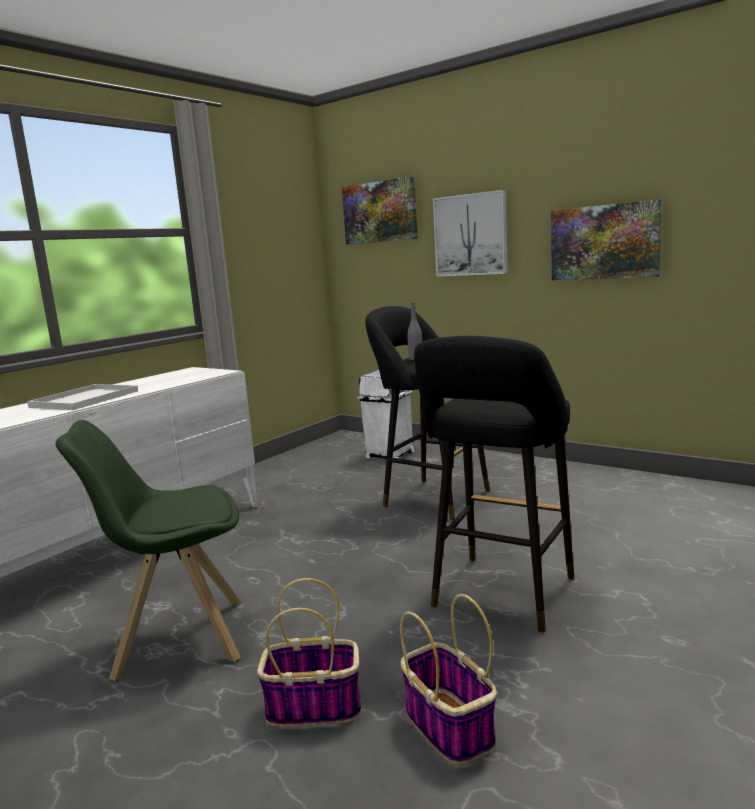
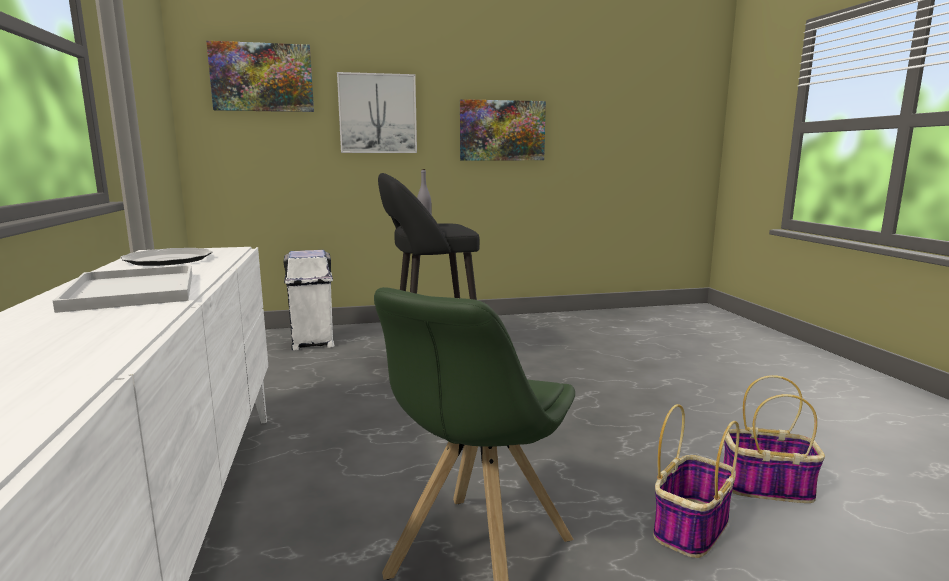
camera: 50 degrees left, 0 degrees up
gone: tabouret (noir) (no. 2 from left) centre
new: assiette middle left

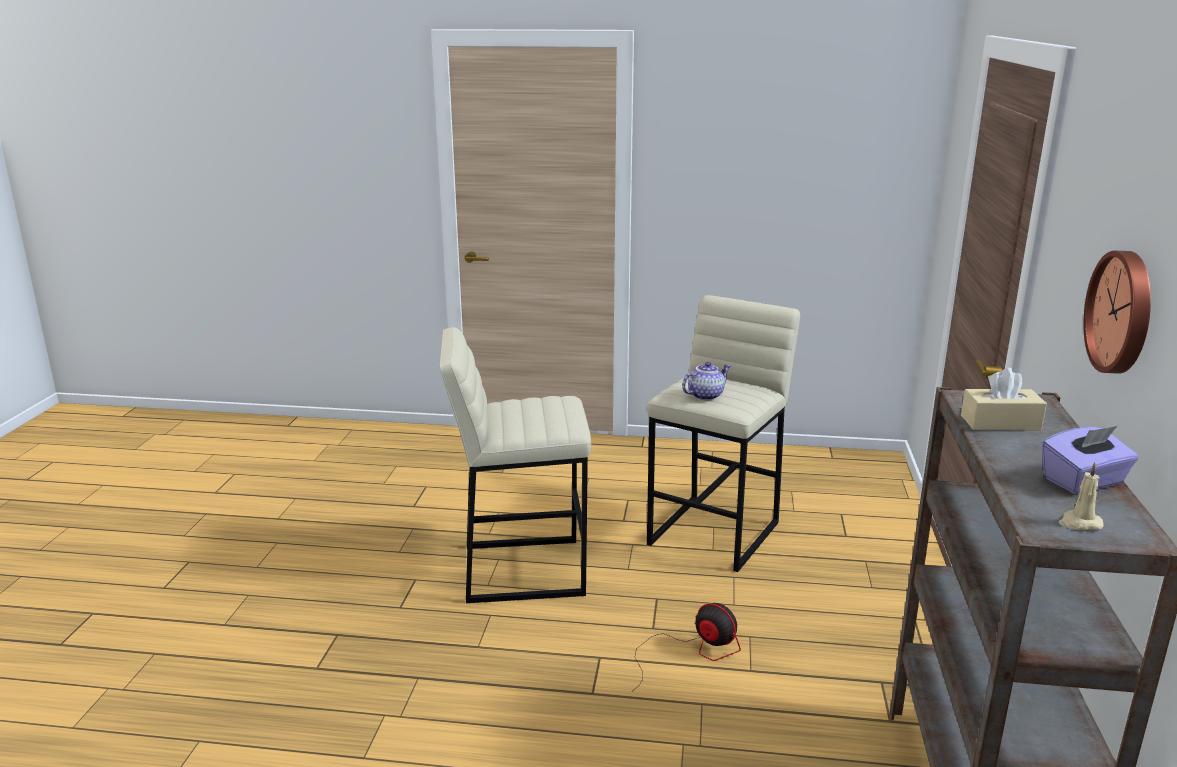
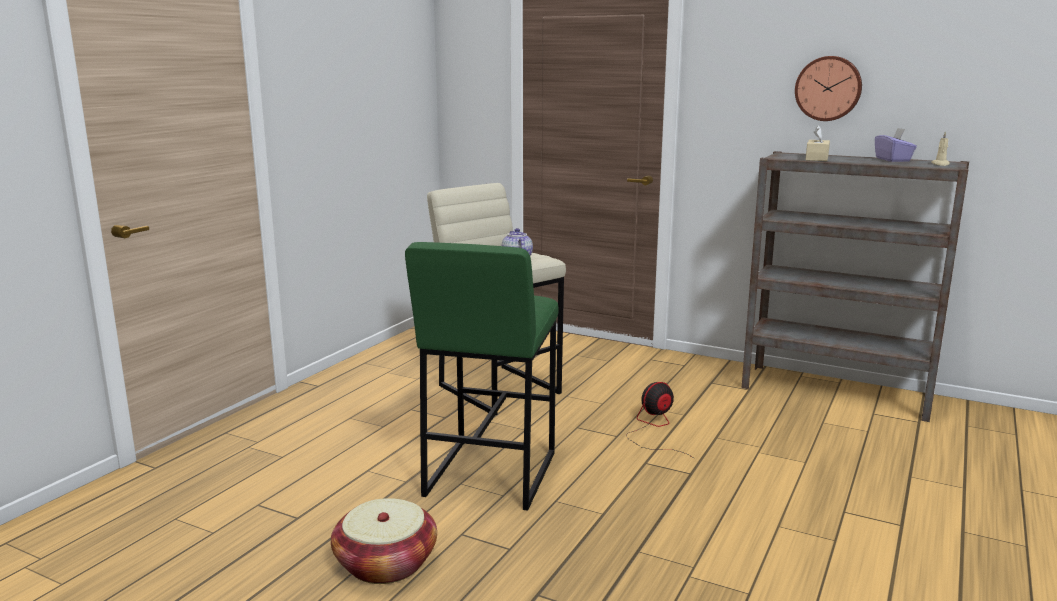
camera: 70 degrees left, 5 degrees down
new: panier bottom centre
repainted: tabouret (beige) (no. 1 from left) centre to tabouret (vert) centre

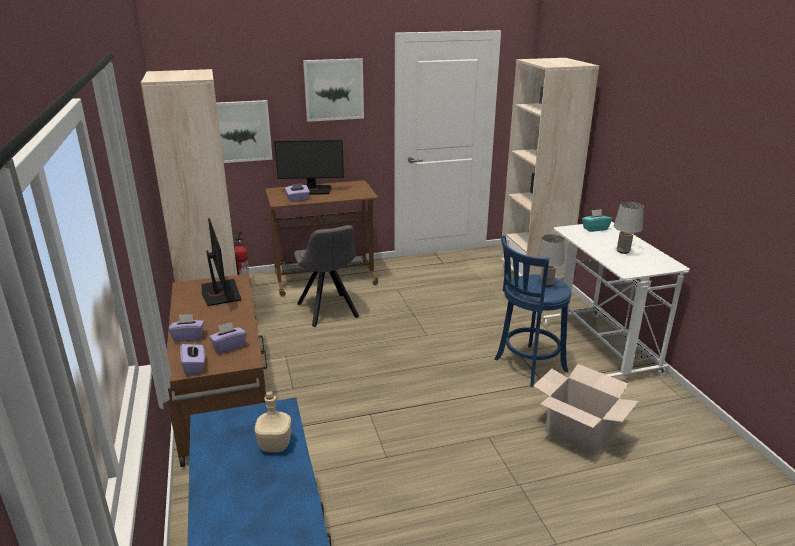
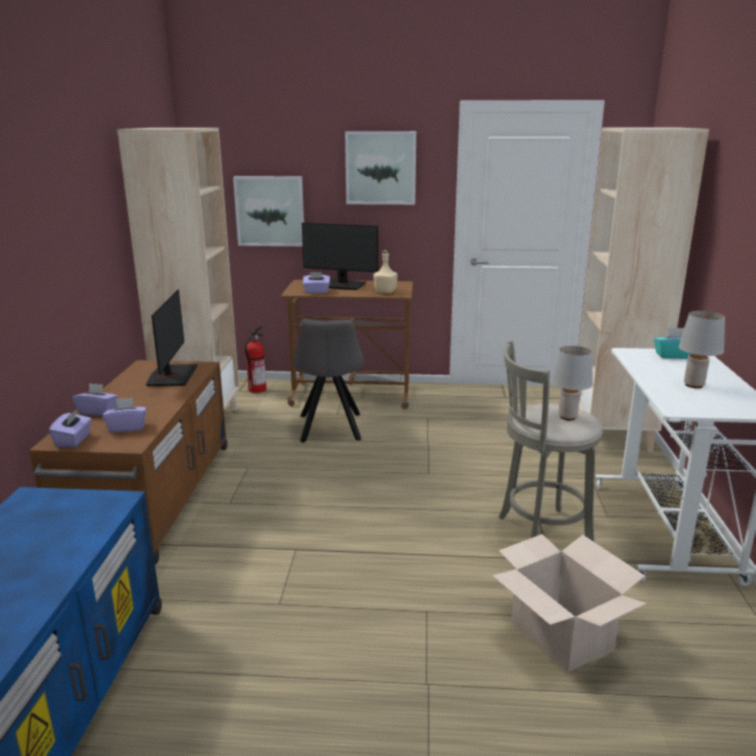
camera: 20 degrees right, 5 degrees down
shifted: bouteille (beige) bottom centre to centre
repainted: tabouret (bleu) middle right to tabouret (gris) middle right

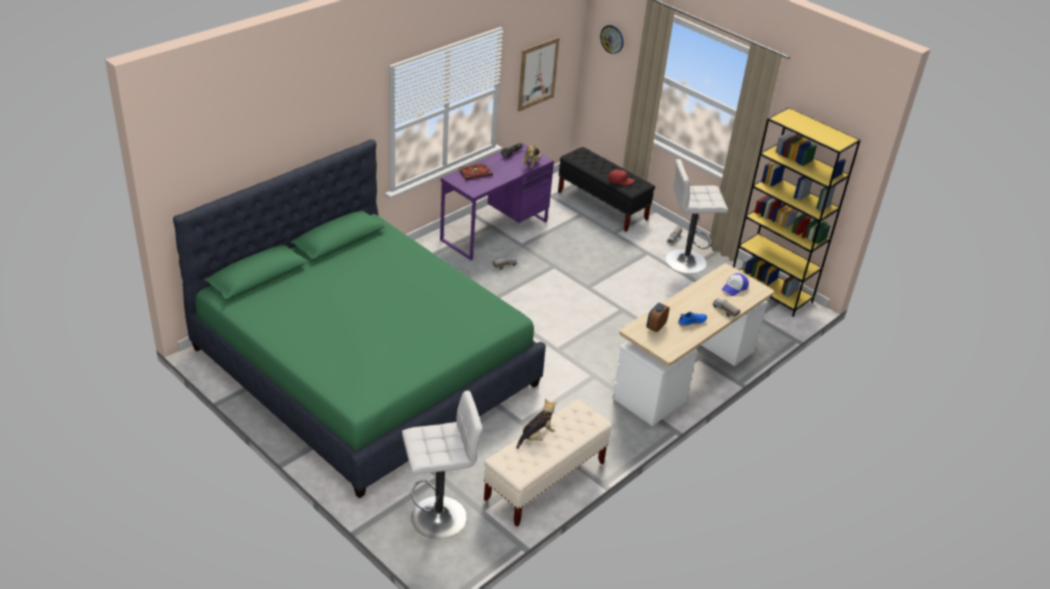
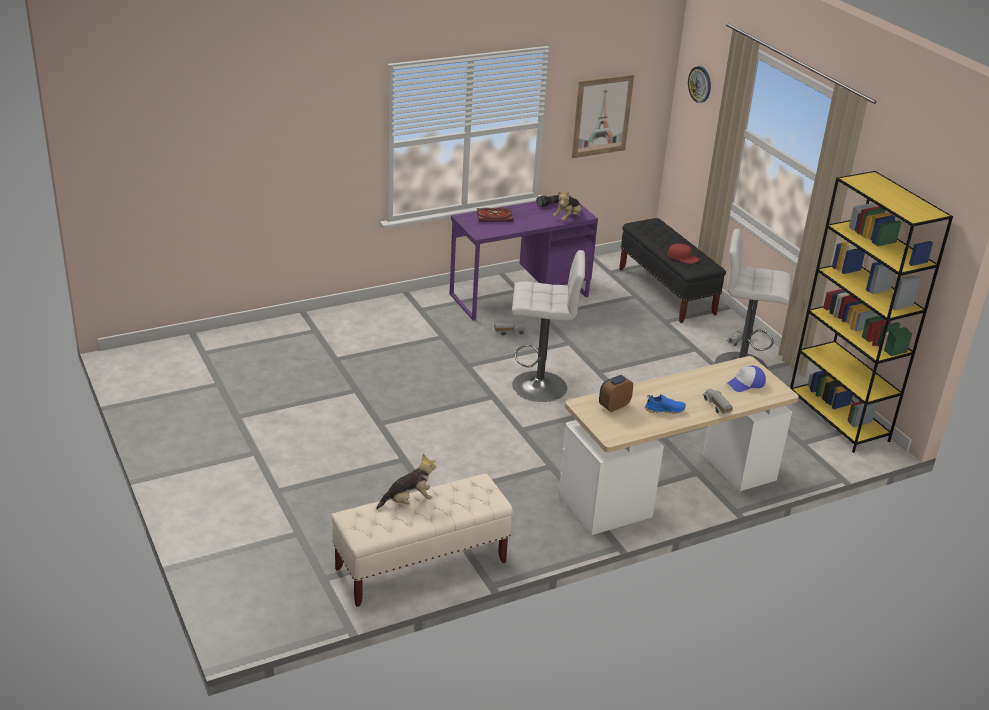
camera: 20 degrees right, 5 degrees down
gone: lit (vert) centre
shifted: tabouret (blanc) (no. 1 from left) bottom centre to centre

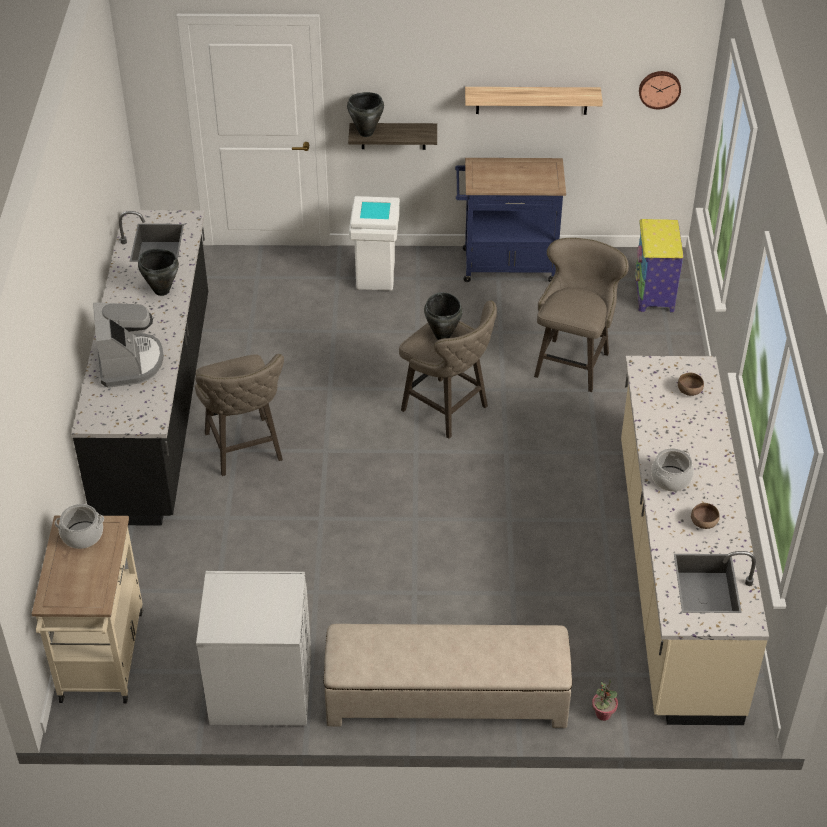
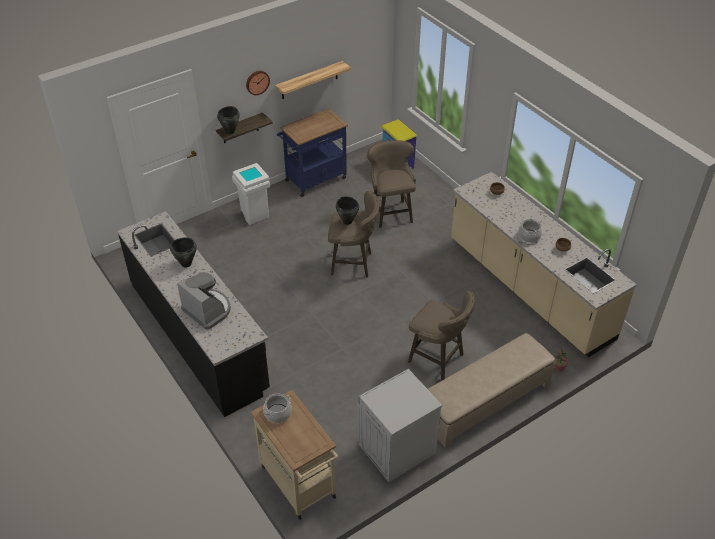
camera: 35 degrees left, 0 degrees up
shifted: tabouret (beige) (no. 1 from left in the first image) middle left to tabouret (beige) (no. 3 from left) centre; horloge murale top right to top centre

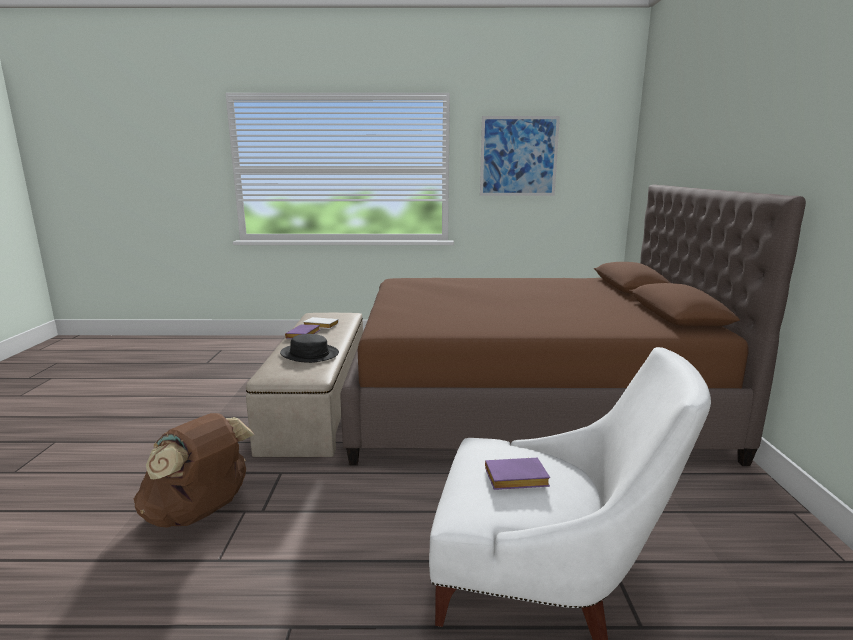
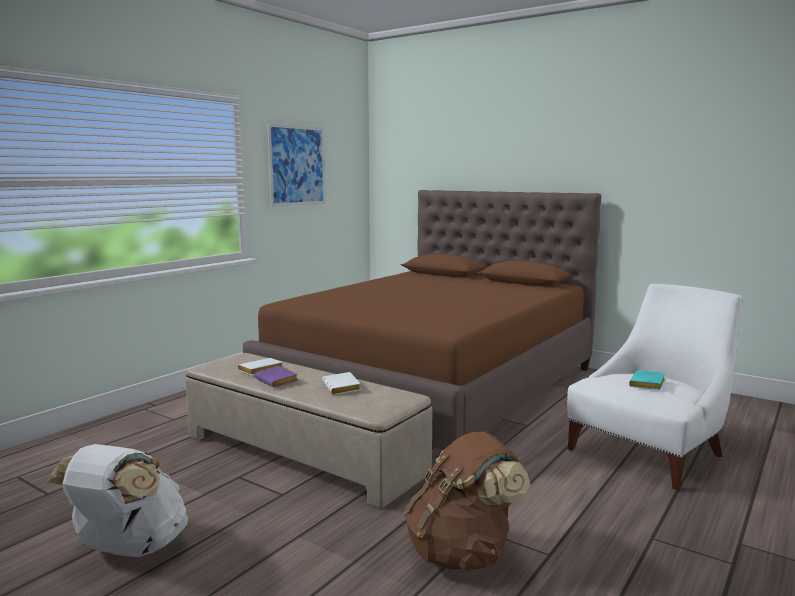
camera: 55 degrees left, 5 degrees down
new: sac à dos (blanc) bottom left
swapped: chapeau (noir) centre to livre (blanc) (no. 2 from left) centre
repainted: livre (violet) (no. 2 from left) bottom centre to livre (turquoise) middle right

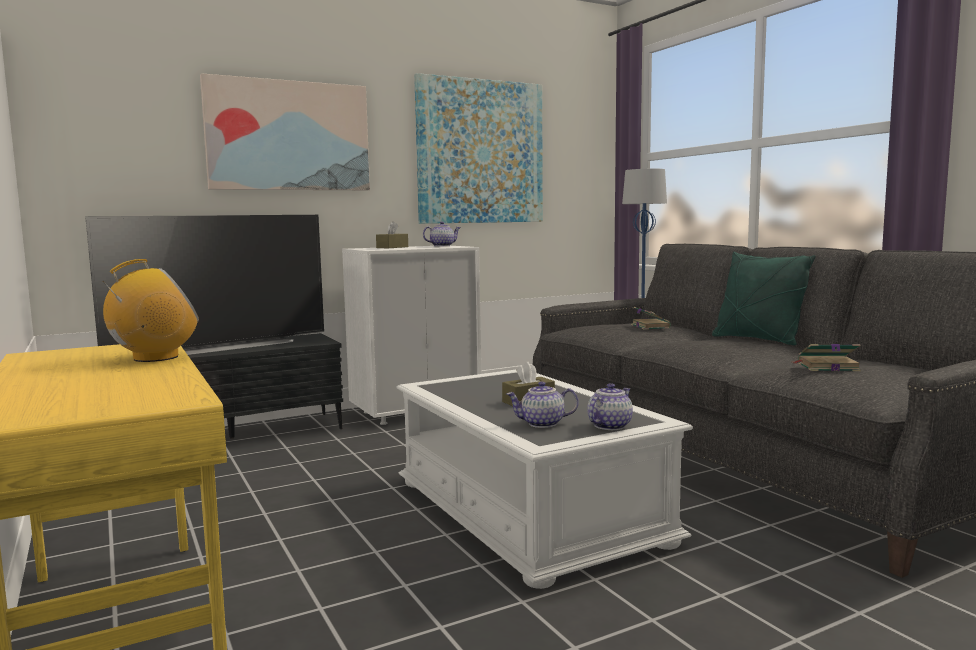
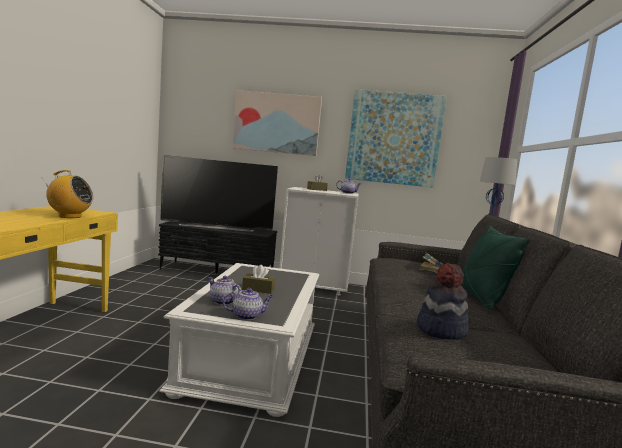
camera: 35 degrees right, 0 degrees up
swapped: livre (no. 2 from left) middle right to chapeau bottom right

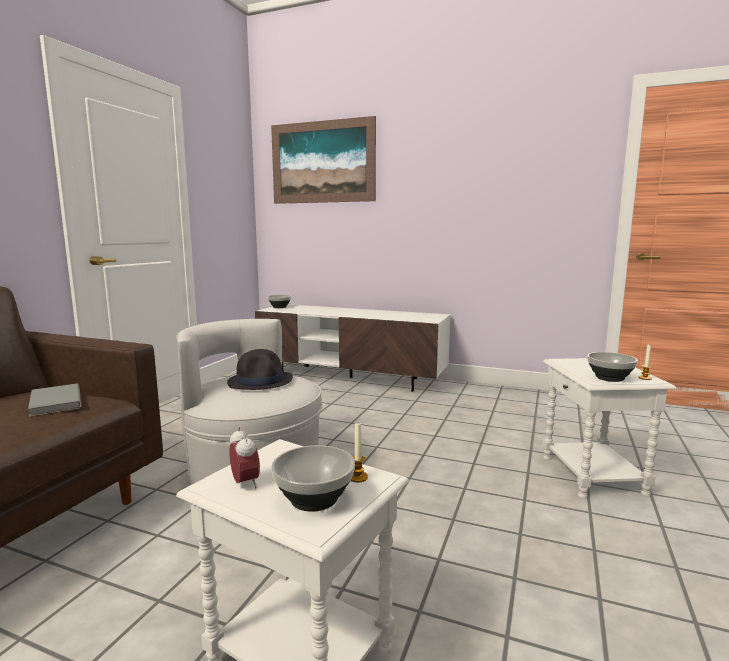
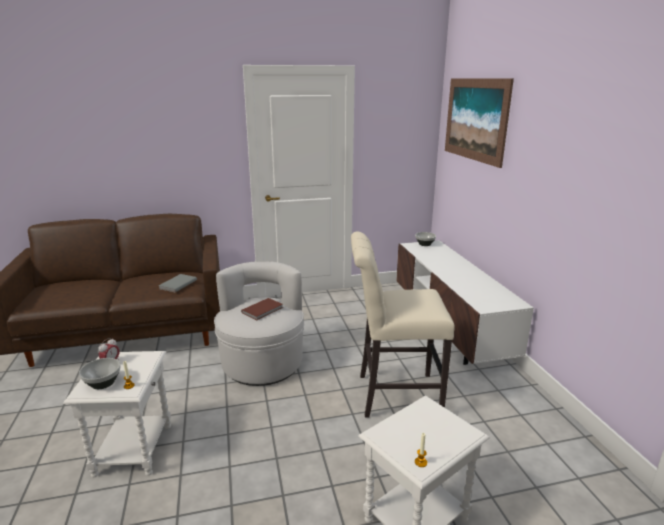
camera: 55 degrees right, 10 degrees up
gone: bol (no. 3 from left) middle right
new: tabouret (beige) centre
swapped: chapeau (noir) centre to livre (marron) centre

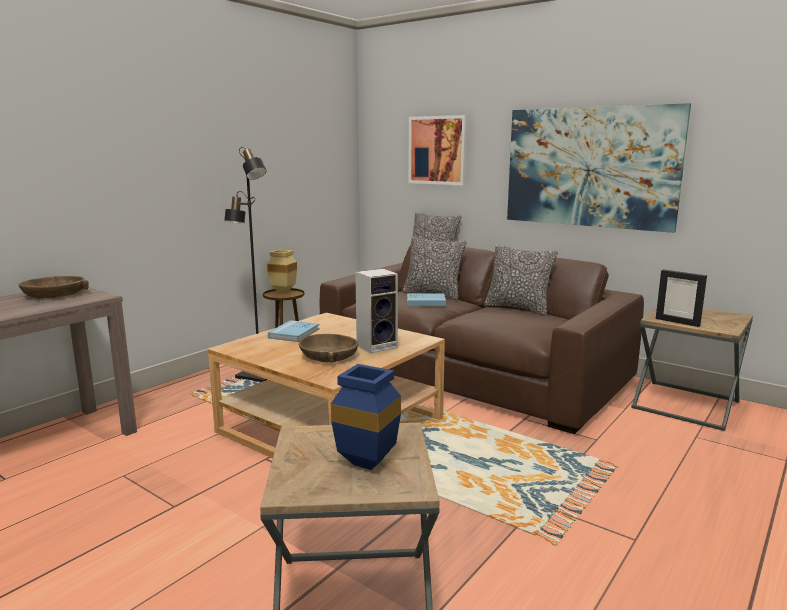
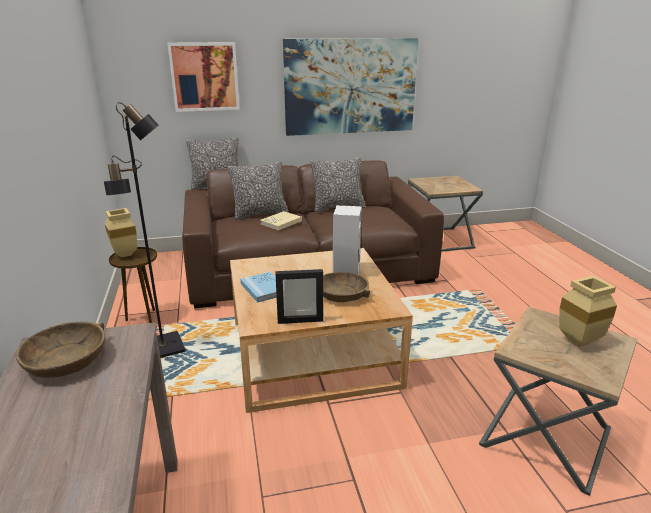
camera: 50 degrees left, 10 degrees up
shifted: cadre photo middle right to centre
repainted: vase (bleu) bottom centre to vase (beige) (no. 2 from left) middle right; livre (bleu) (no. 2 from left) centre to livre (beige) centre

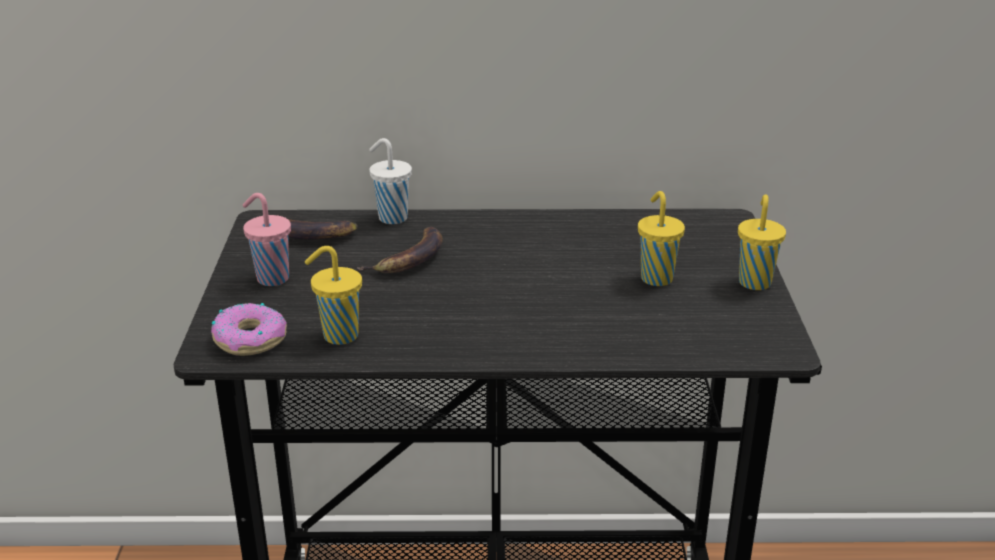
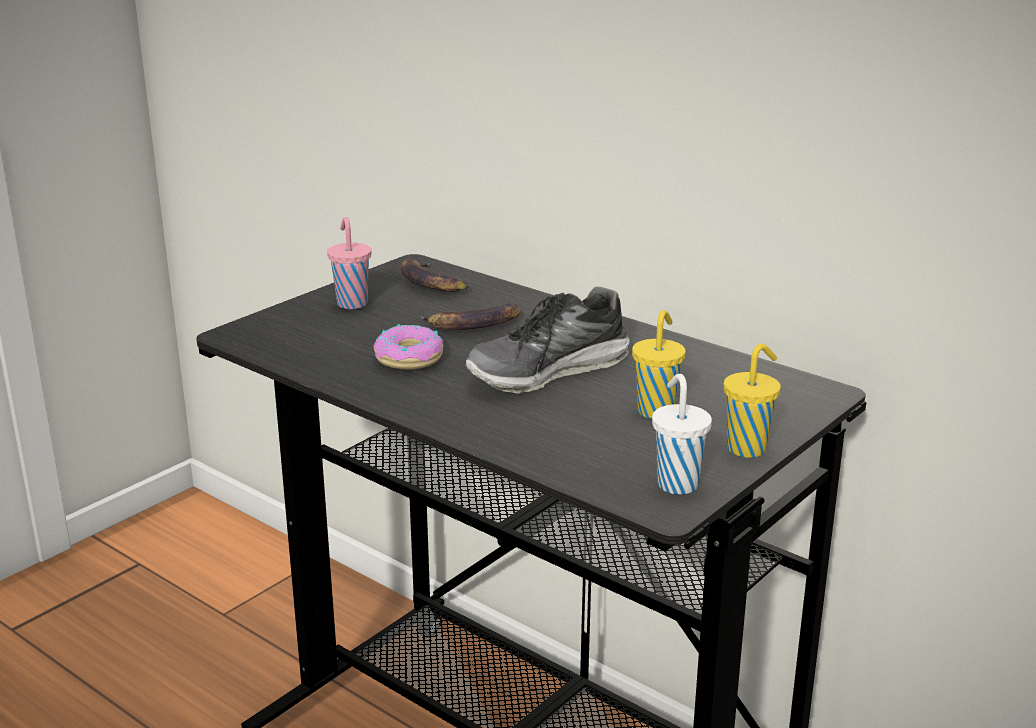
camera: 40 degrees right, 5 degrees down
gone: tasse (jaune) (no. 1 from left) centre
new: chaussure centre
shifted: beignet middle left to centre; tasse (blanc) top centre to centre

